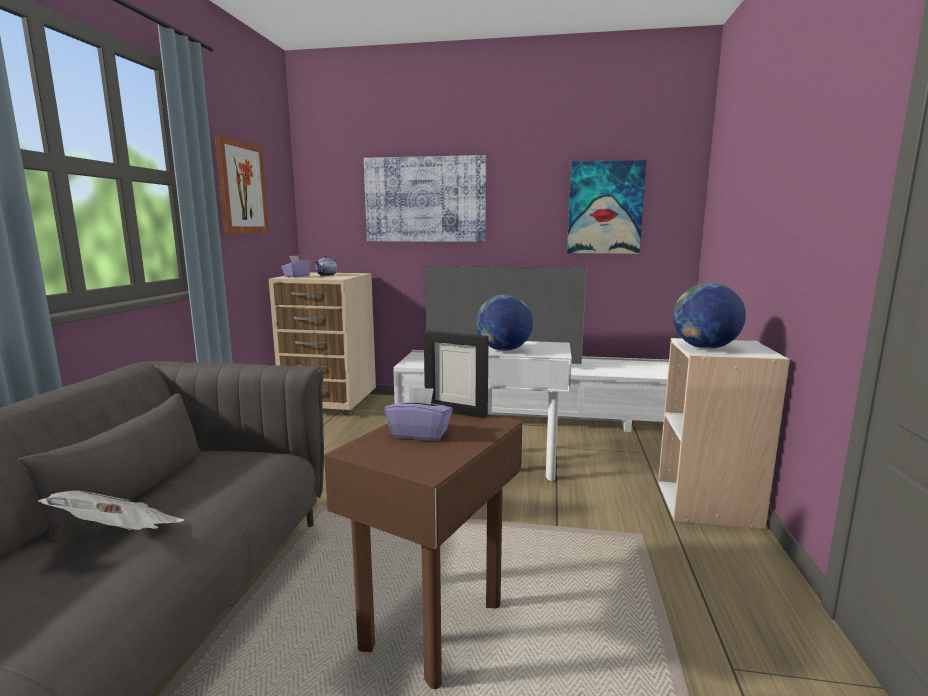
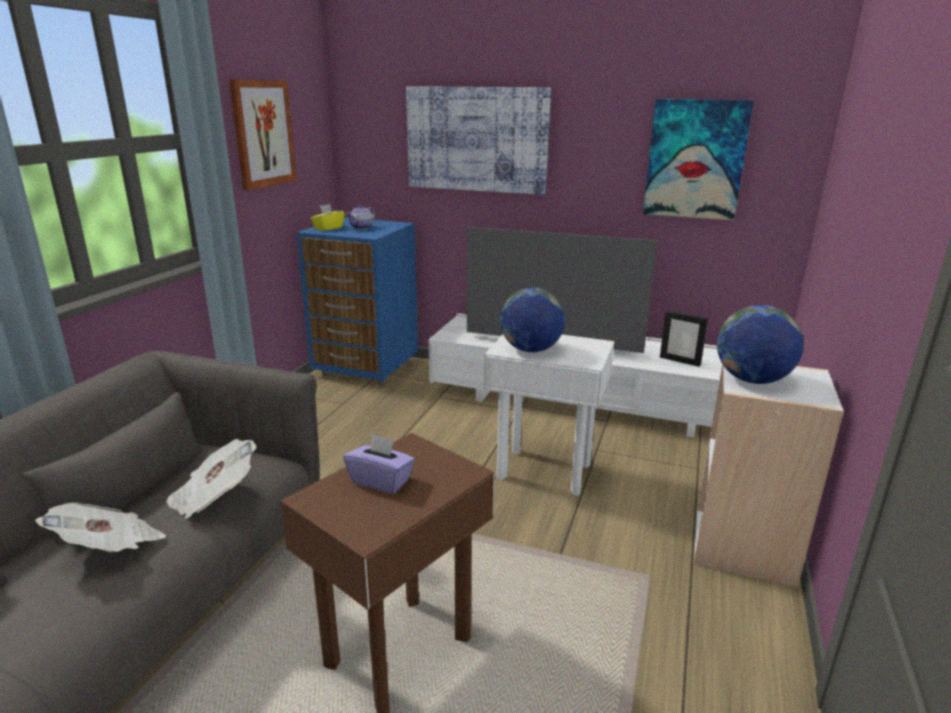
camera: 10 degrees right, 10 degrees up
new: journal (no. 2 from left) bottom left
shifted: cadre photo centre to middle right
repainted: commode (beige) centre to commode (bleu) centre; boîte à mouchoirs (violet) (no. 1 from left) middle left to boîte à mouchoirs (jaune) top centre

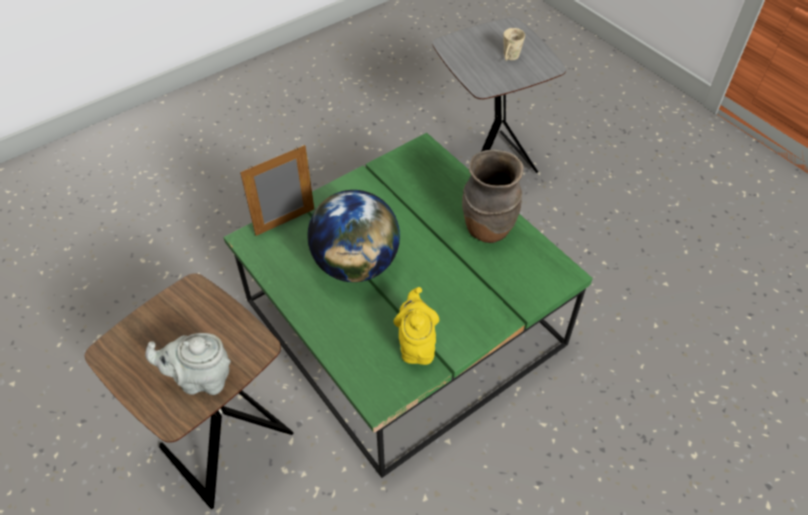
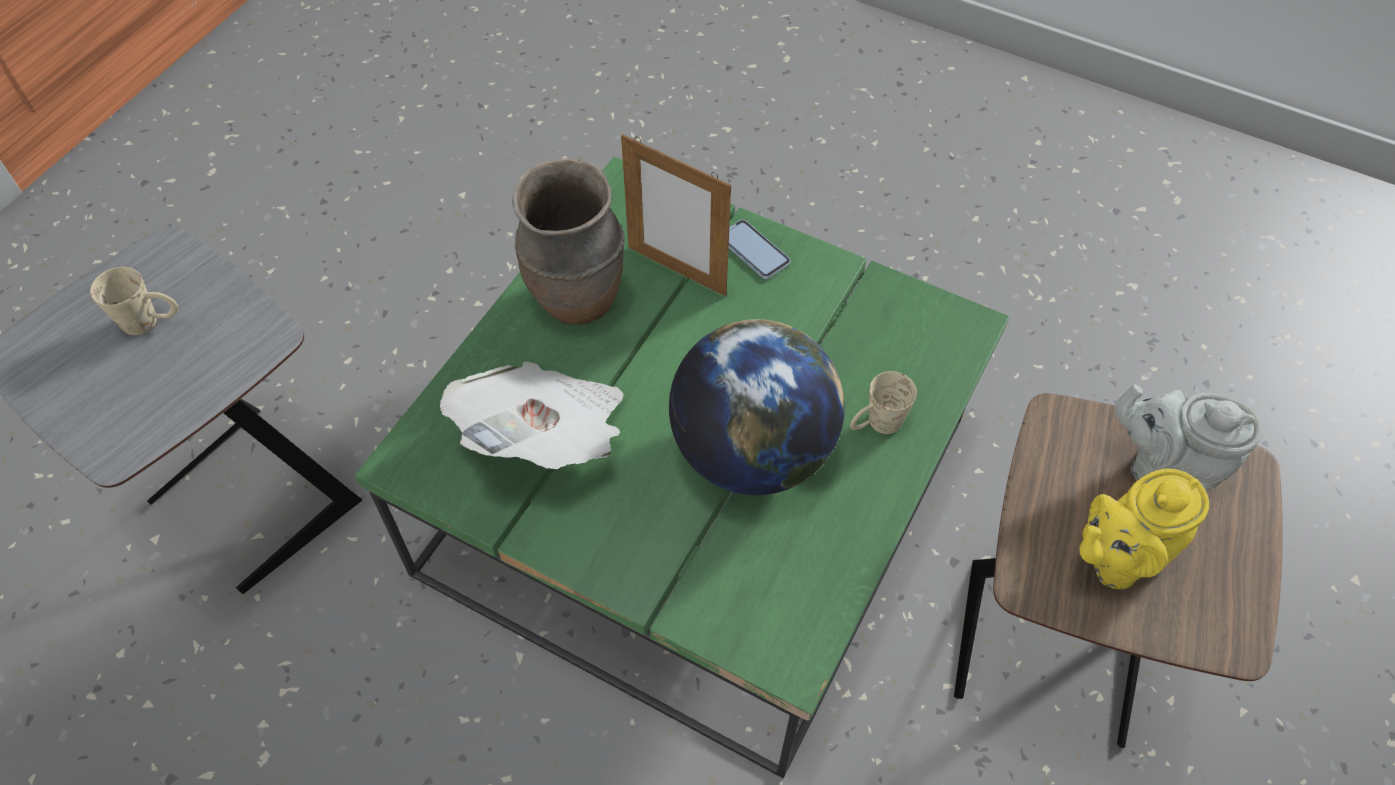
camera: 115 degrees left, 5 degrees up
new: journal centre; téléphone top centre; mug (beige) (no. 2 from left) centre
shifted: cadre photo centre to top centre; théière (jaune) centre to bottom right
rotated: théière (gris) bottom left = middle right 135 degrees clockwise

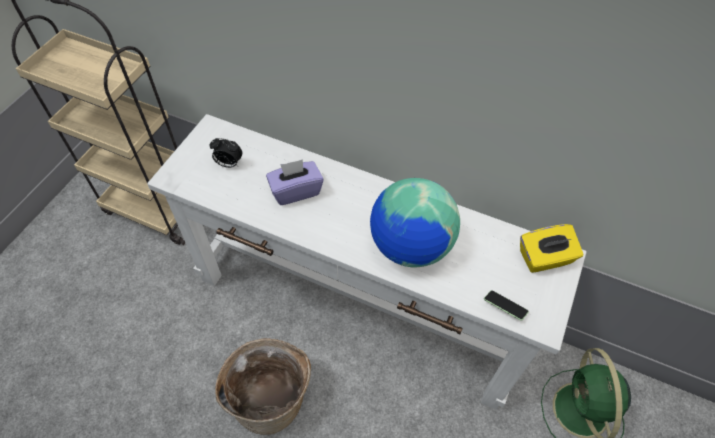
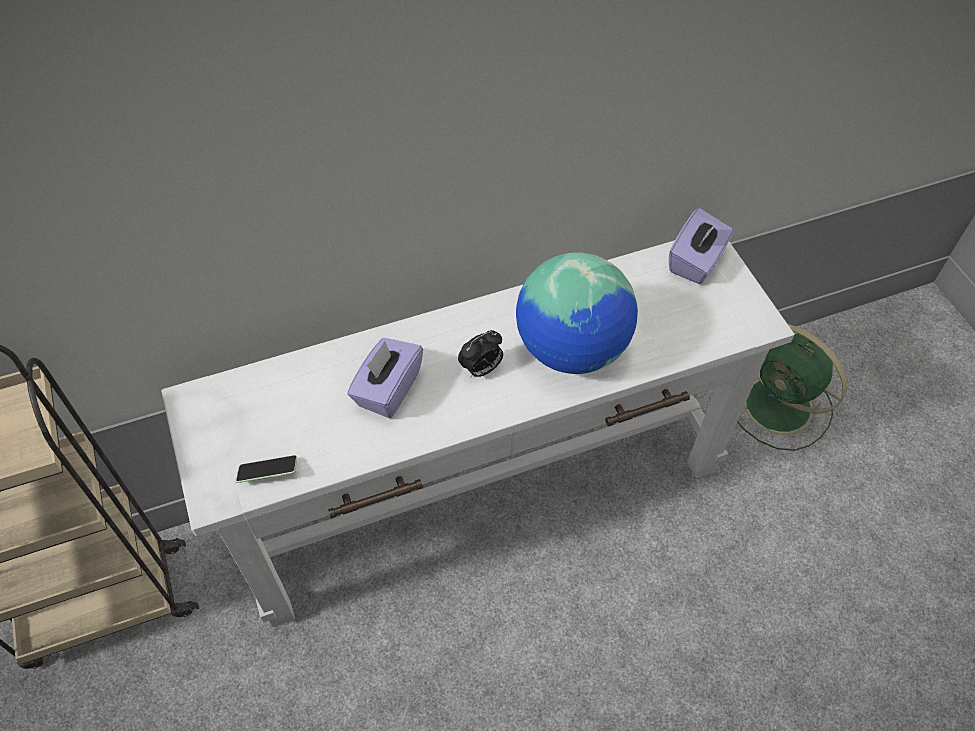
camera: 45 degrees left, 0 degrees up
gone: panier bottom centre
shifted: réveil middle left to centre; téléphone bottom right to middle left
repainted: boîte à mouchoirs (jaune) middle right to boîte à mouchoirs (violet) (no. 2 from left) middle right

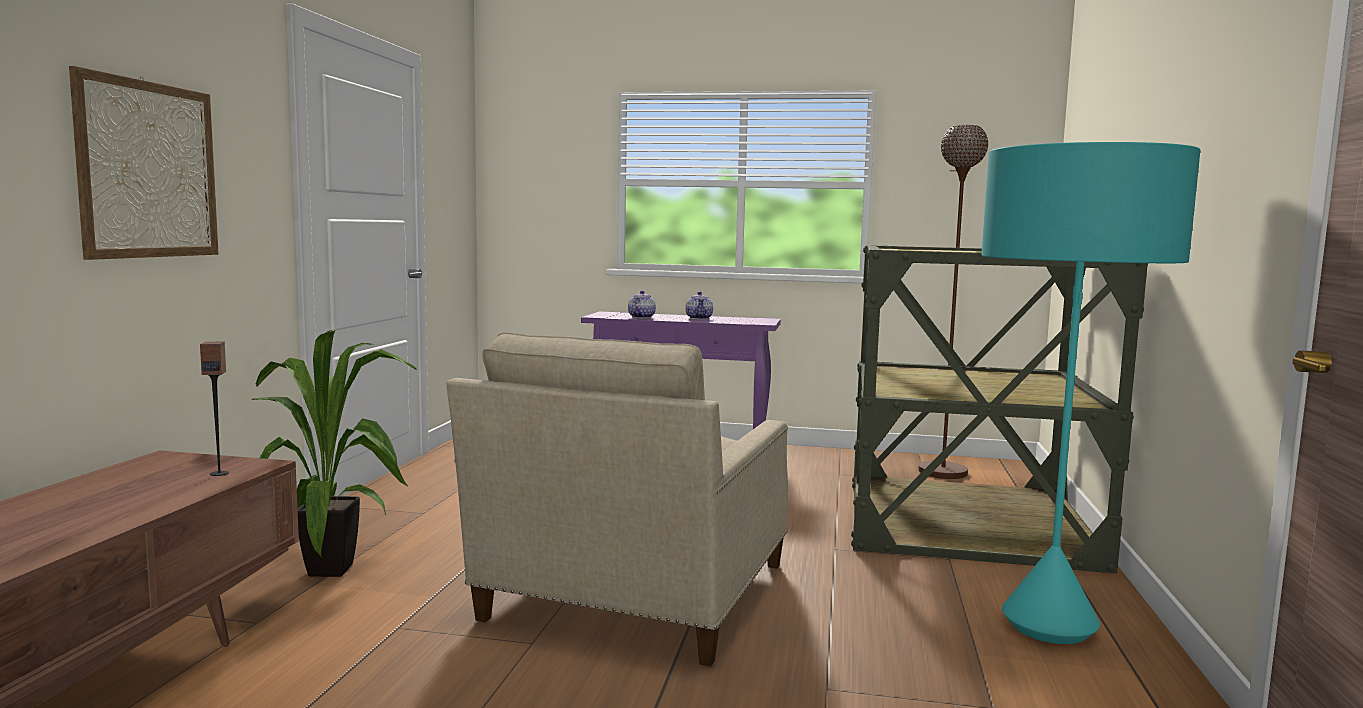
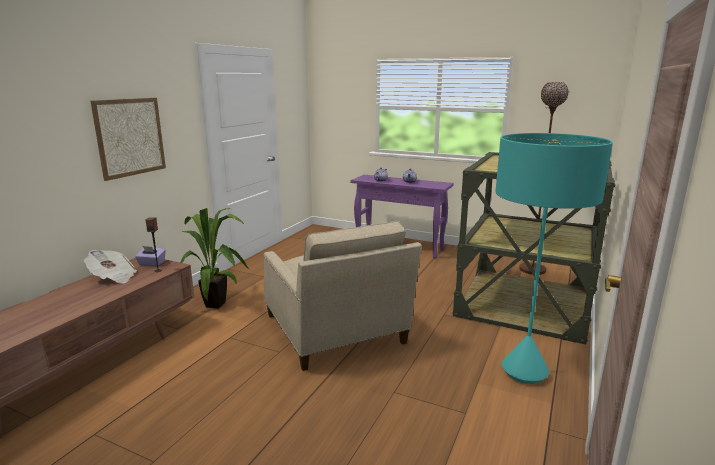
camera: 15 degrees right, 10 degrees up
new: journal middle left; boîte à mouchoirs (violet) middle left
rotated: fauteuil (beige) bottom centre = centre 60 degrees counterclockwise

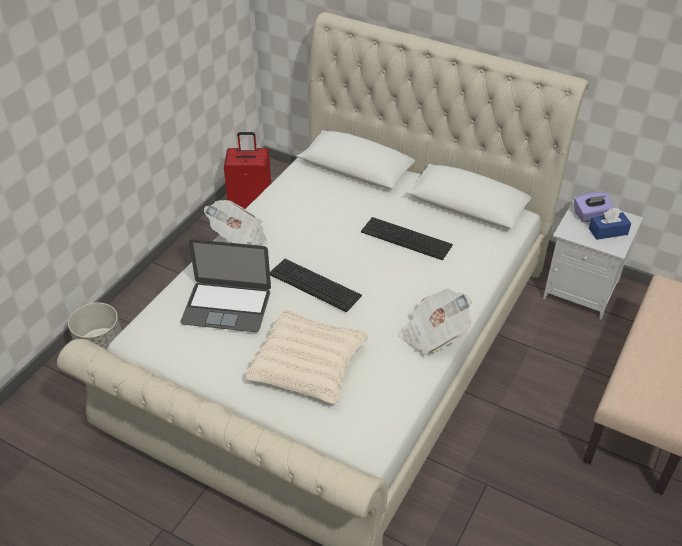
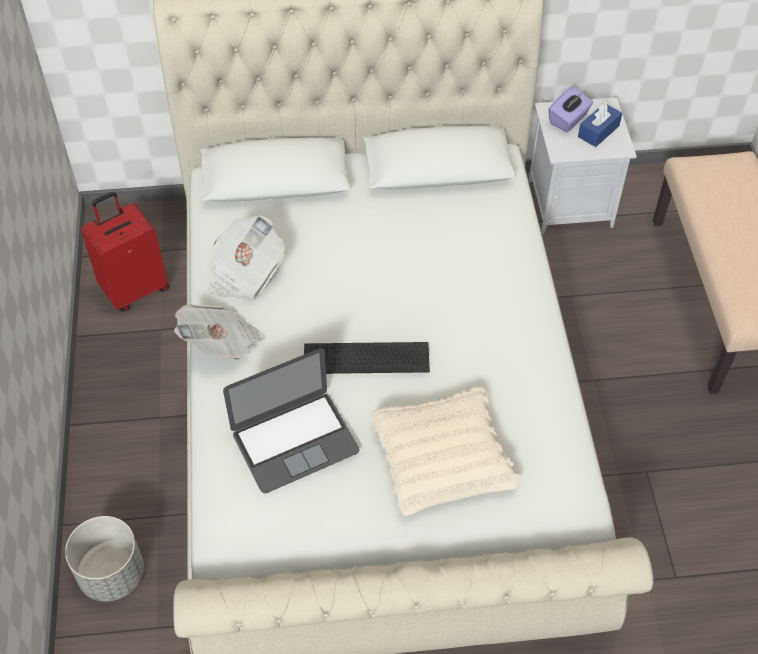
camera: 35 degrees left, 10 degrees up
gone: clavier (no. 2 from left) centre
shifted: journal (no. 2 from left) centre to middle left

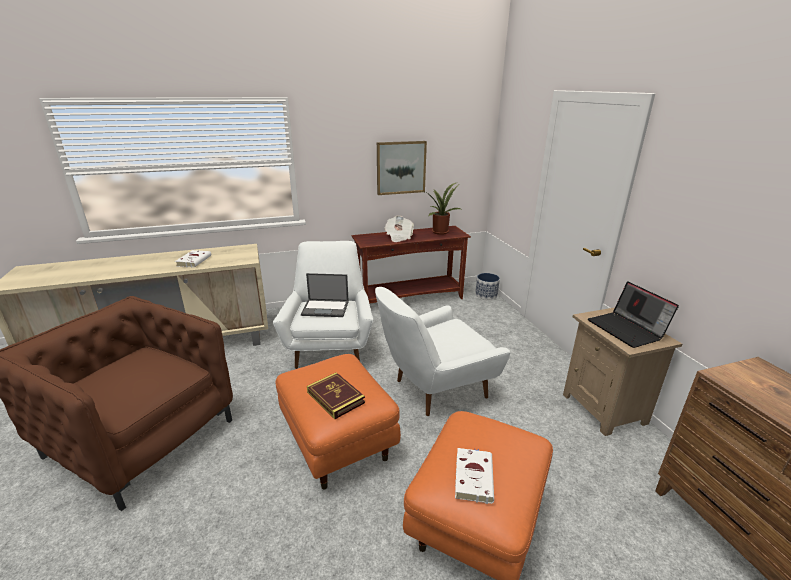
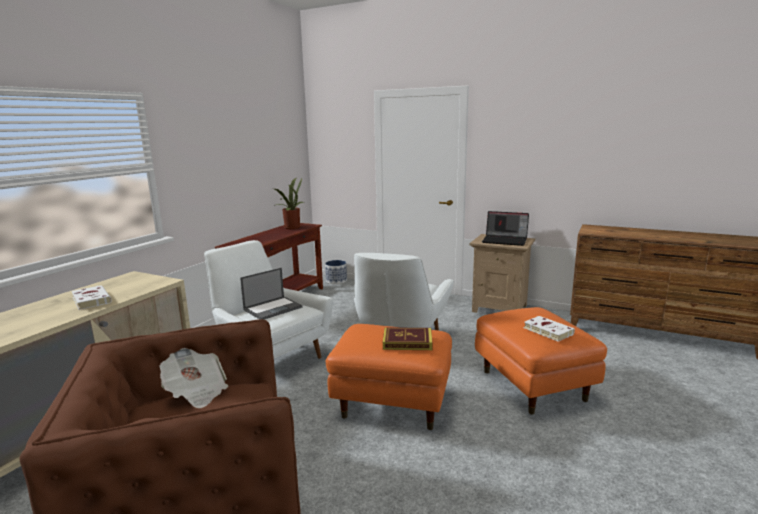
camera: 45 degrees left, 10 degrees down
gone: tableau top centre
shifted: journal centre to bottom left

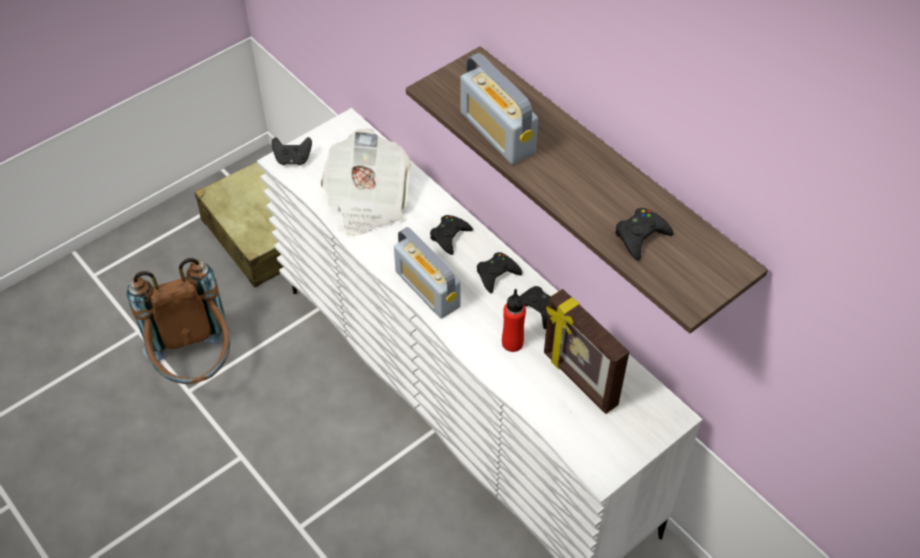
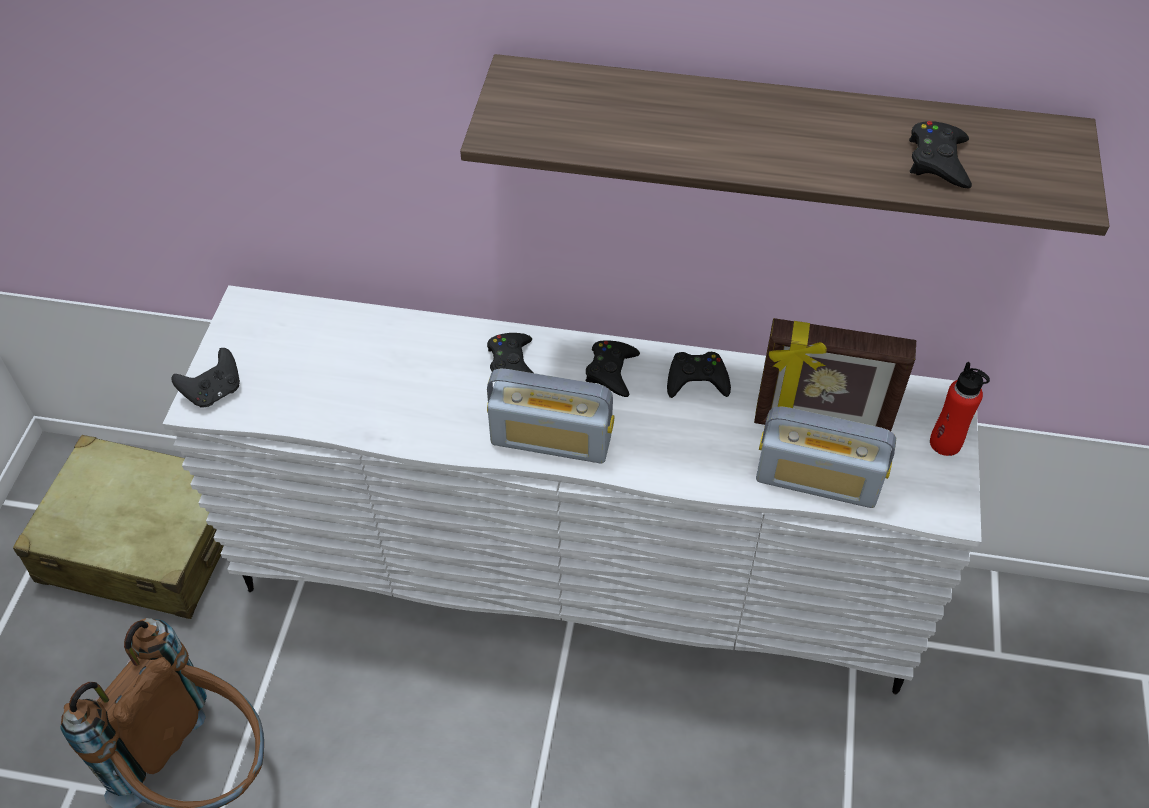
camera: 40 degrees left, 0 degrees up
gone: journal top centre
shifted: radio (no. 2 from left) top centre to middle right; bouteille (rouge) centre to middle right

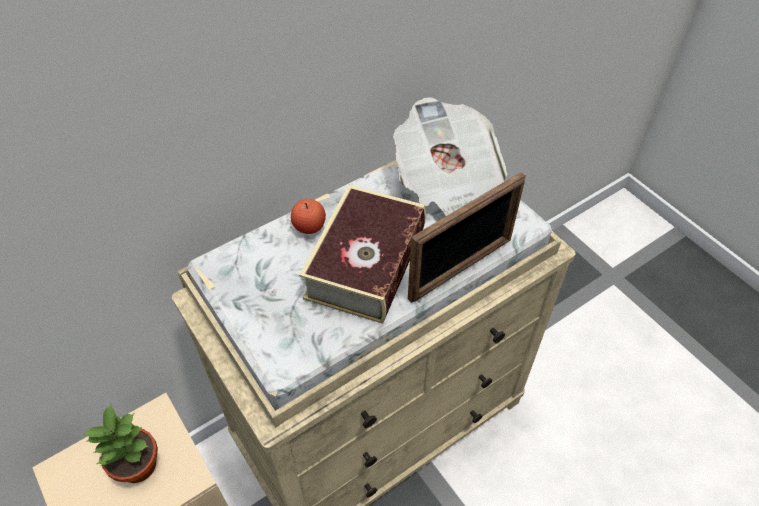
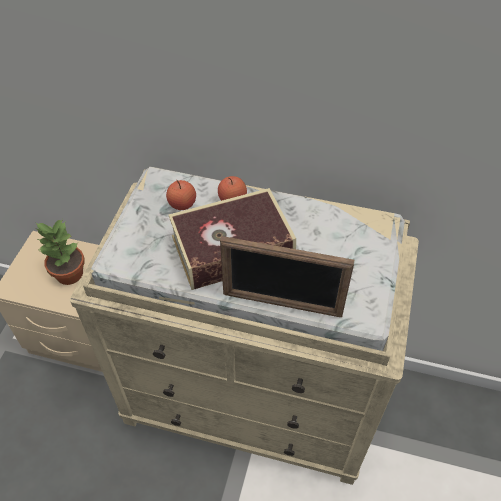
camera: 50 degrees right, 0 degrees up
gone: journal top centre
new: pomme (no. 1 from left) centre

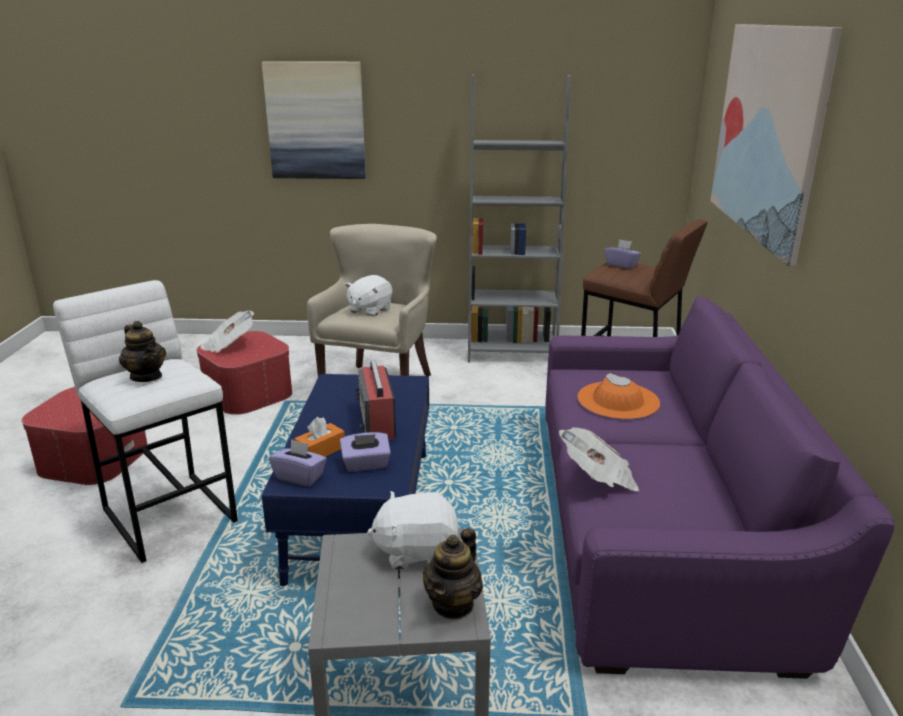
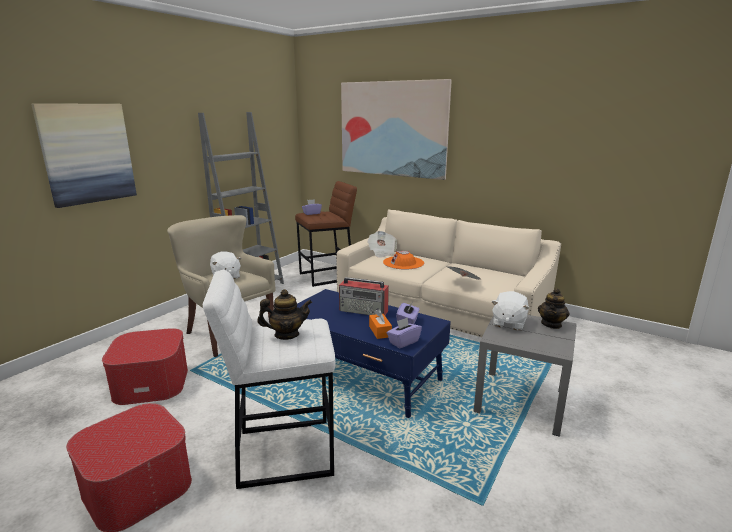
camera: 60 degrees left, 5 degrees down
shifted: journal (no. 1 from left) middle left to centre
repainted: canapé (violet) bottom right to canapé (beige) centre
rotated: théière (no. 2 from left) bottom centre = middle right 60 degrees clockwise

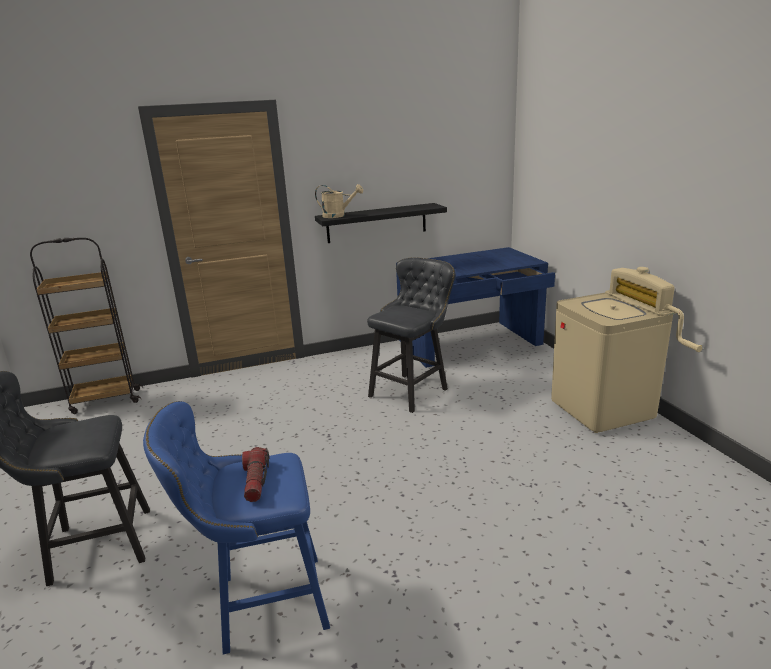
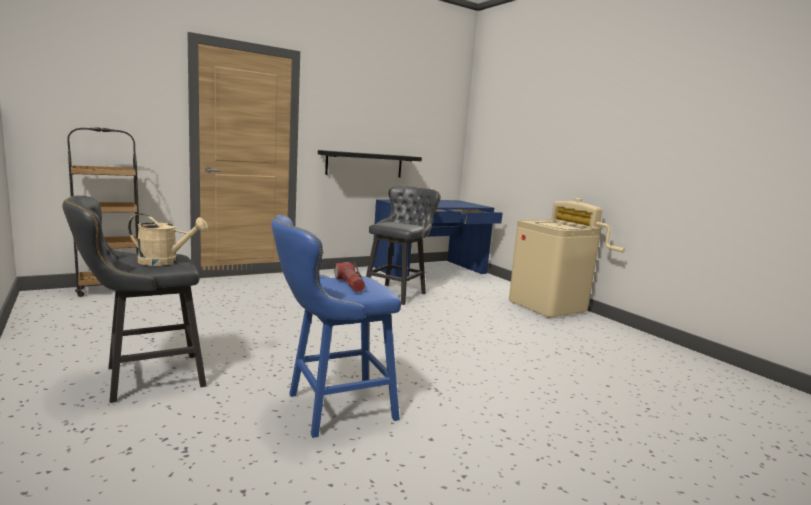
camera: 15 degrees left, 10 degrees down
shifted: arrosoir (beige) top centre to middle left

